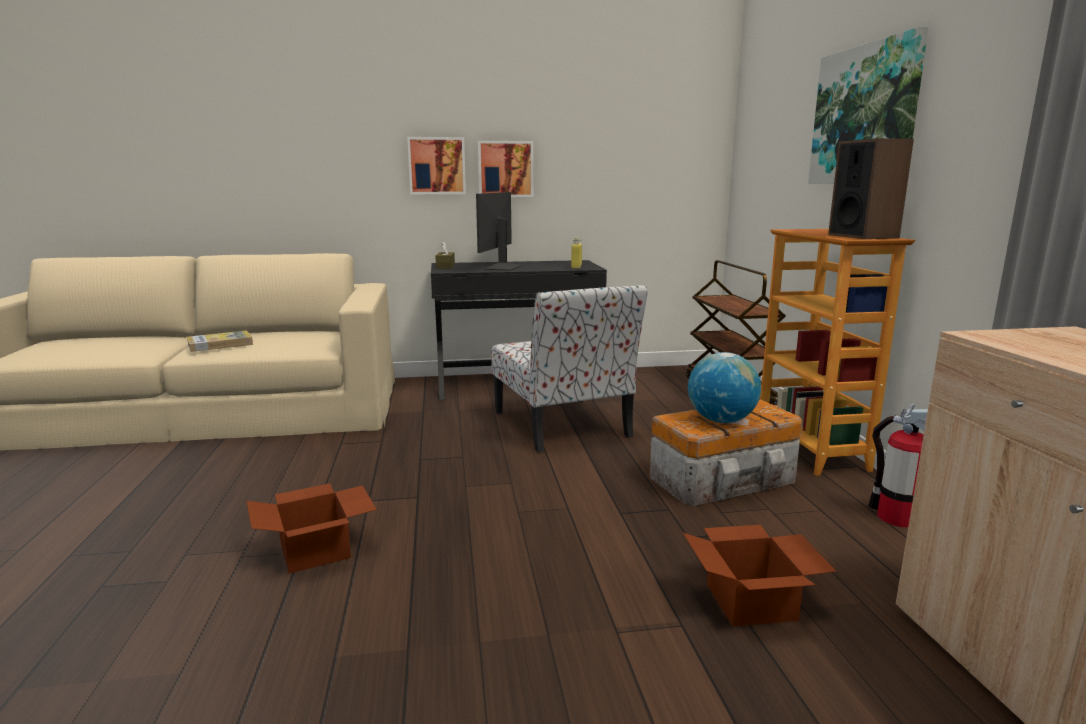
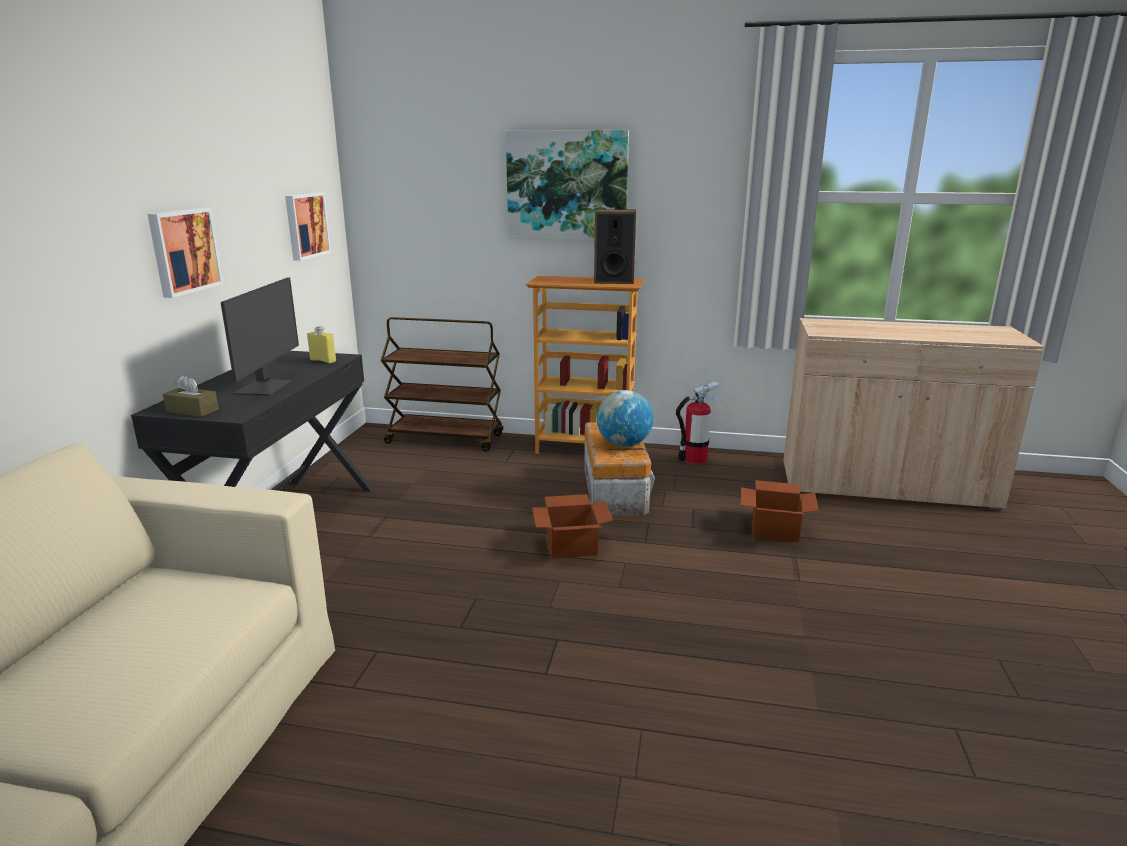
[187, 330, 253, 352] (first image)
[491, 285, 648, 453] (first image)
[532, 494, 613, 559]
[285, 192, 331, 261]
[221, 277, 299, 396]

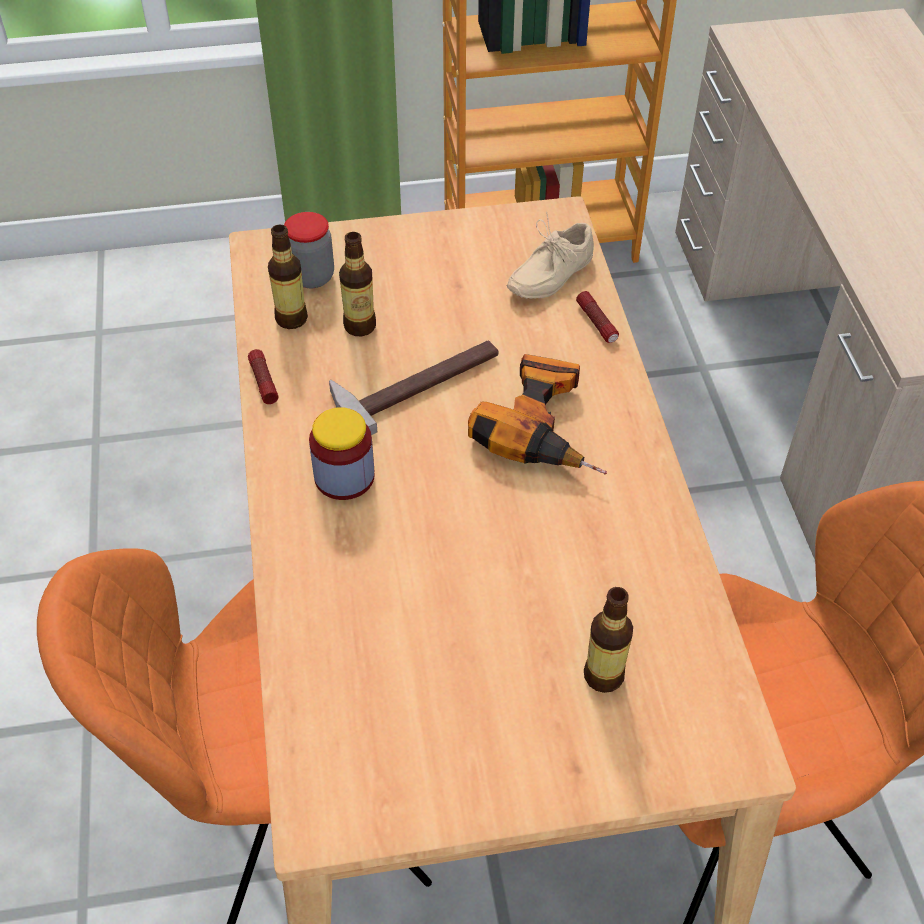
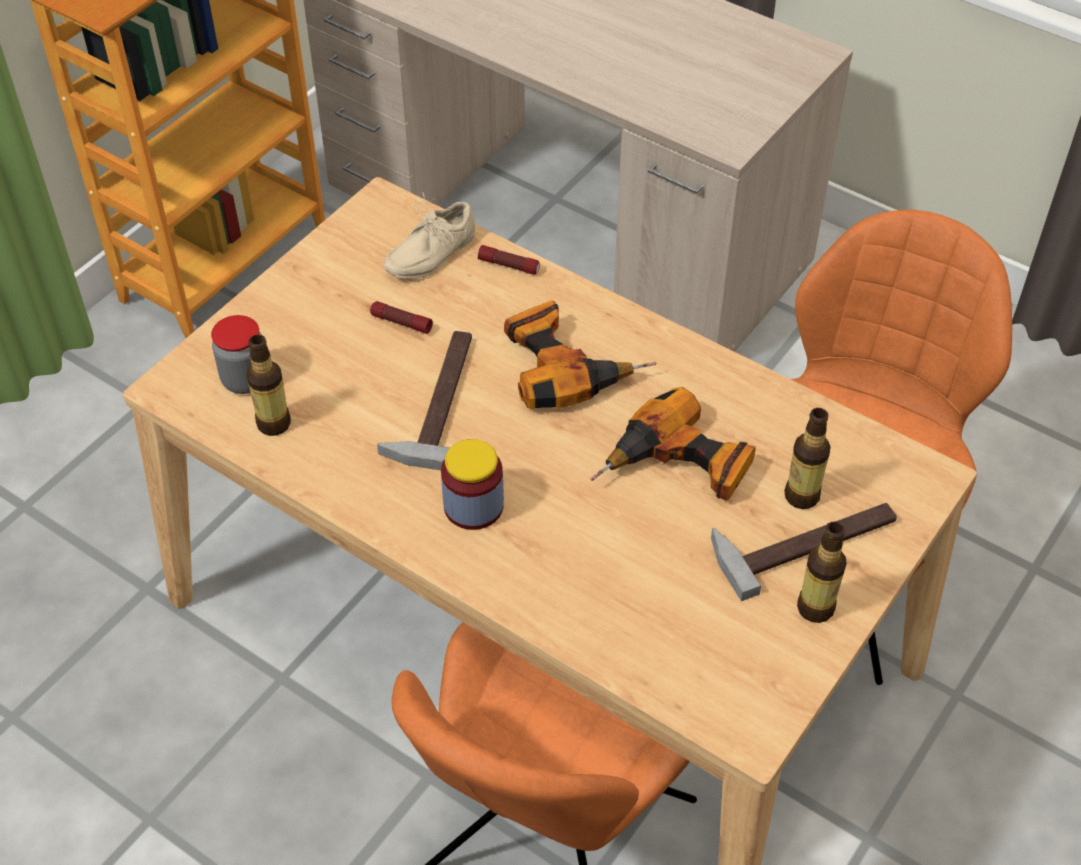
[590, 387, 756, 501]
[711, 503, 897, 601]
[370, 301, 433, 334]
[797, 522, 847, 623]
[383, 192, 475, 279]

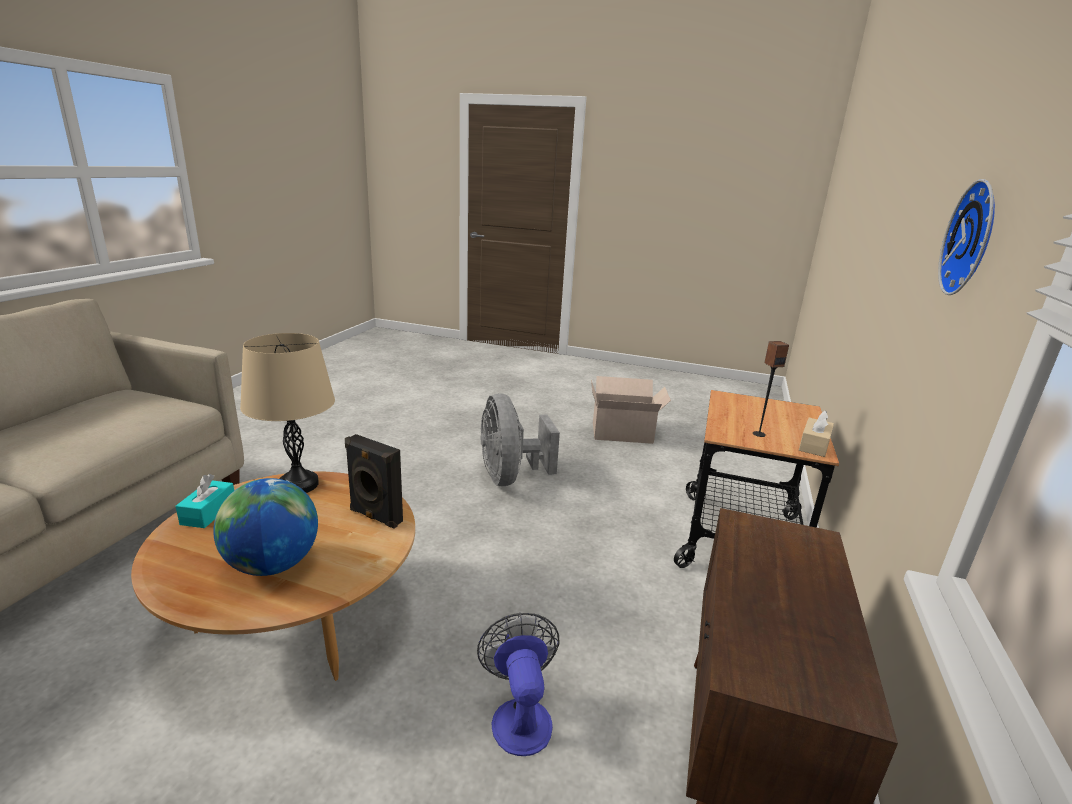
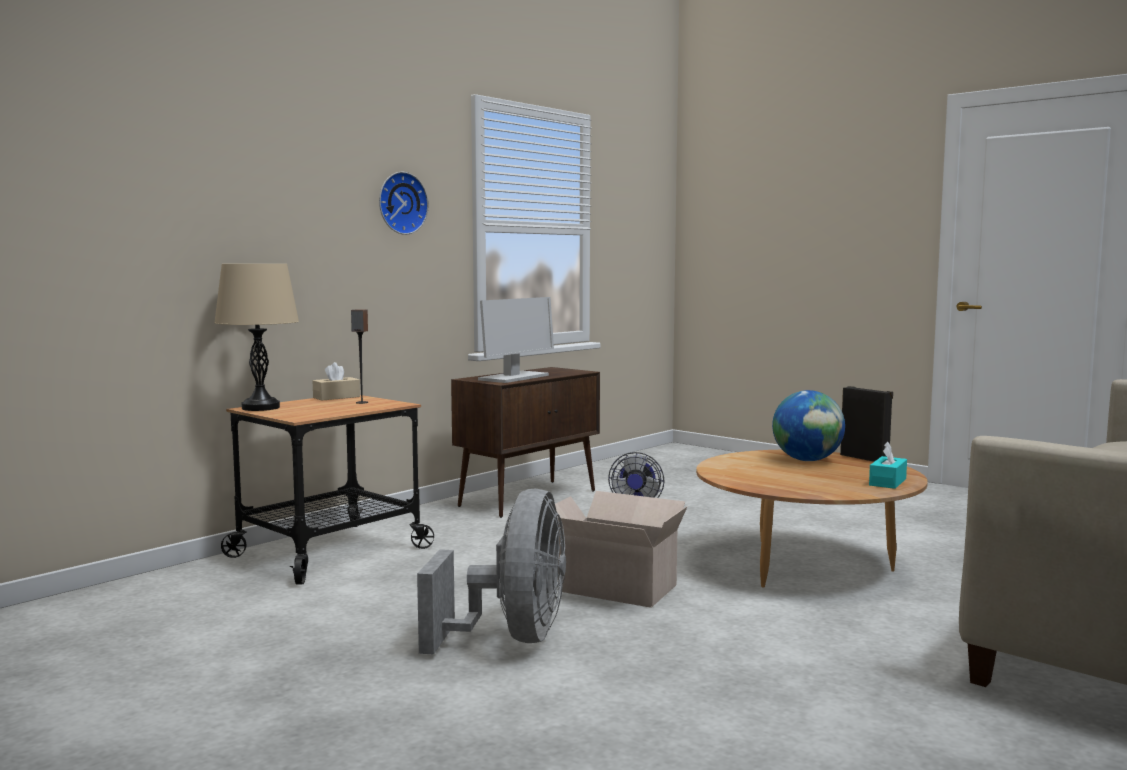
[478, 297, 554, 383]
[214, 264, 299, 411]
[840, 386, 893, 462]
[555, 491, 688, 608]

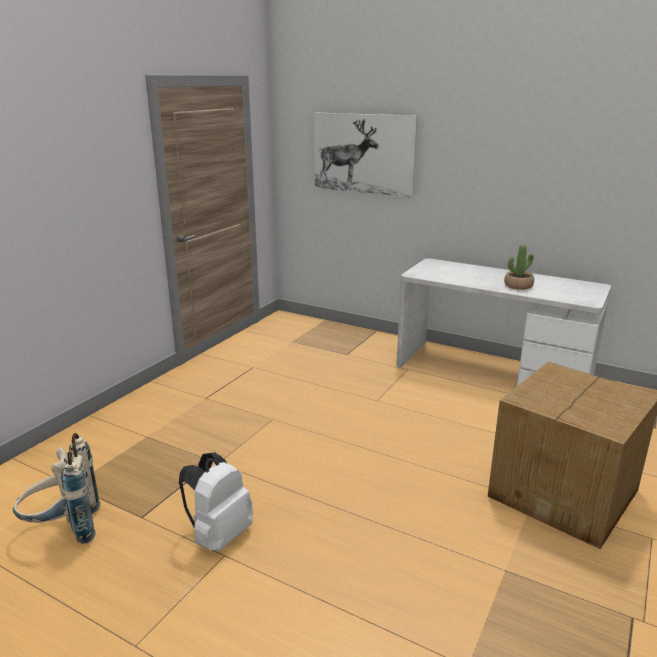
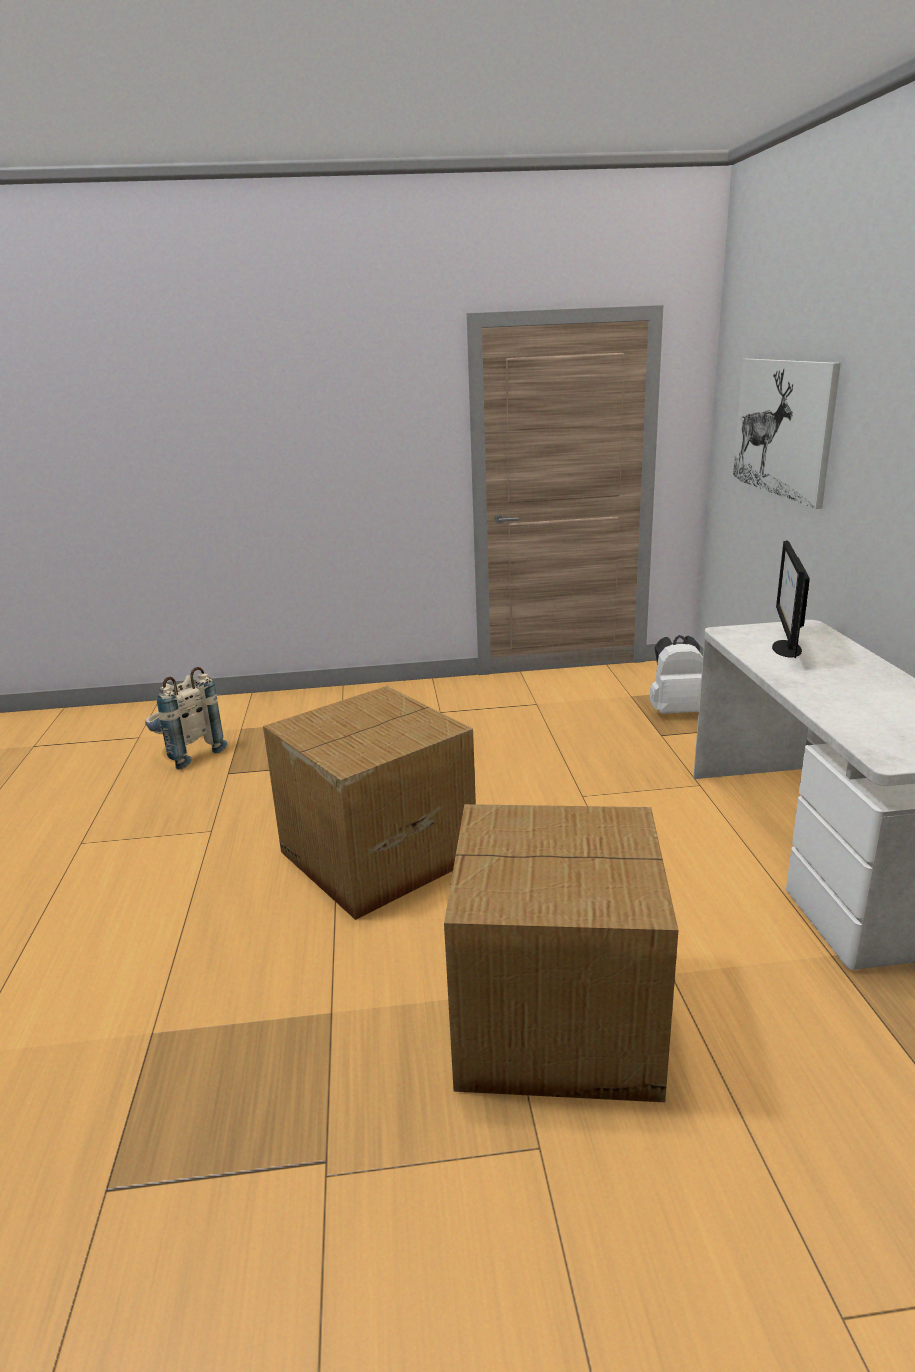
[504, 244, 534, 290] (first image)
[263, 686, 476, 920]
[772, 540, 810, 658]
[649, 635, 703, 714]

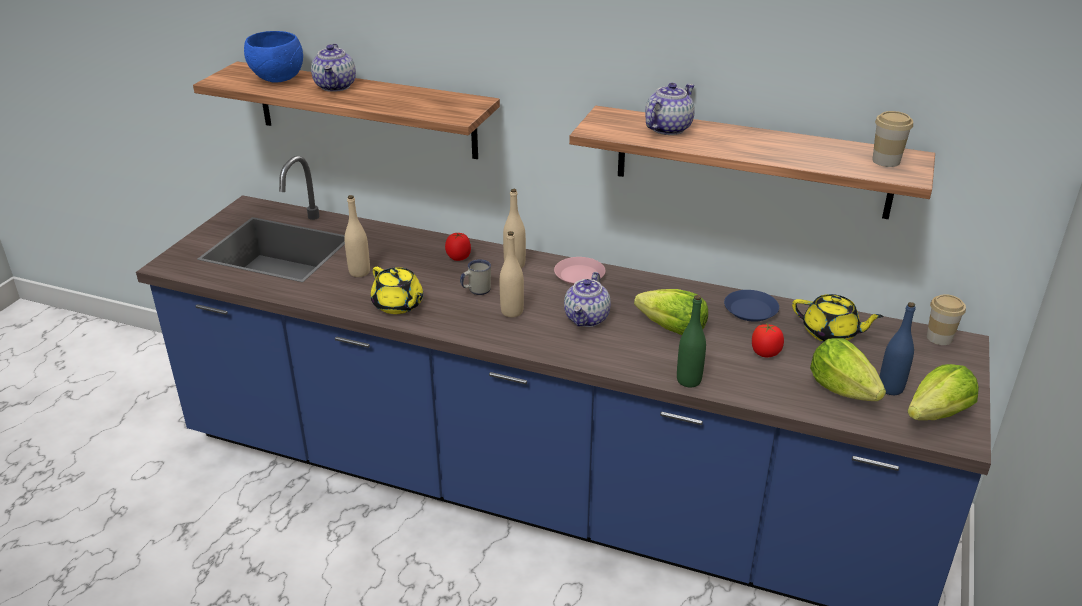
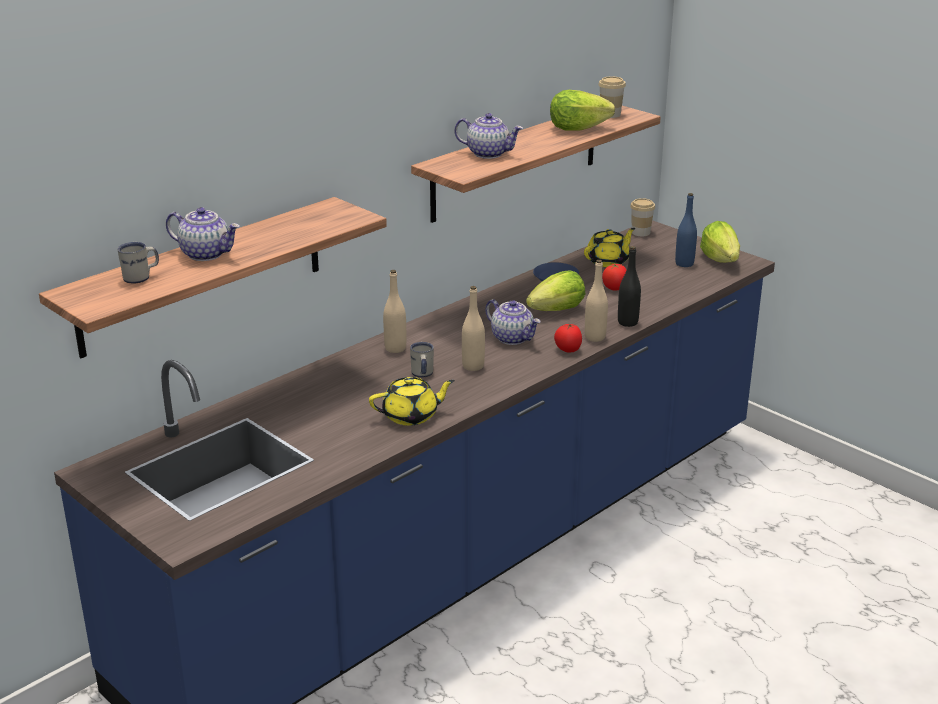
[554, 257, 606, 285] (first image)
[585, 260, 608, 342]
[554, 324, 582, 352]
[550, 90, 615, 131]
[118, 242, 159, 284]
[618, 246, 641, 327]
[454, 113, 523, 159]

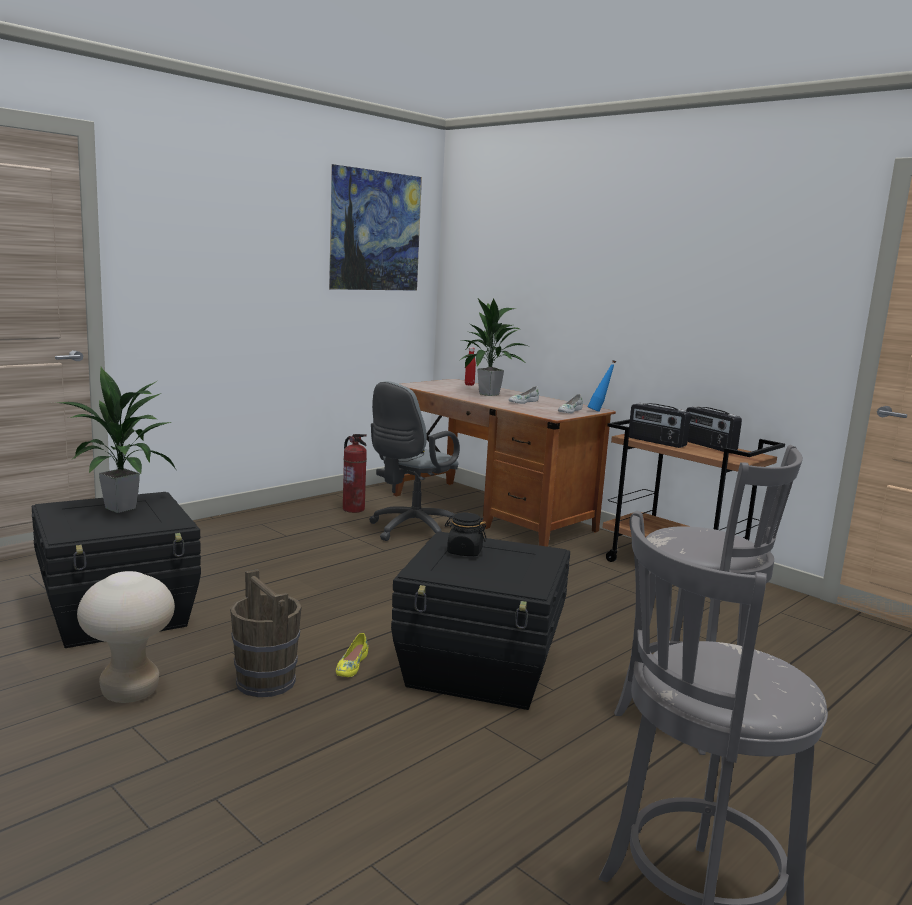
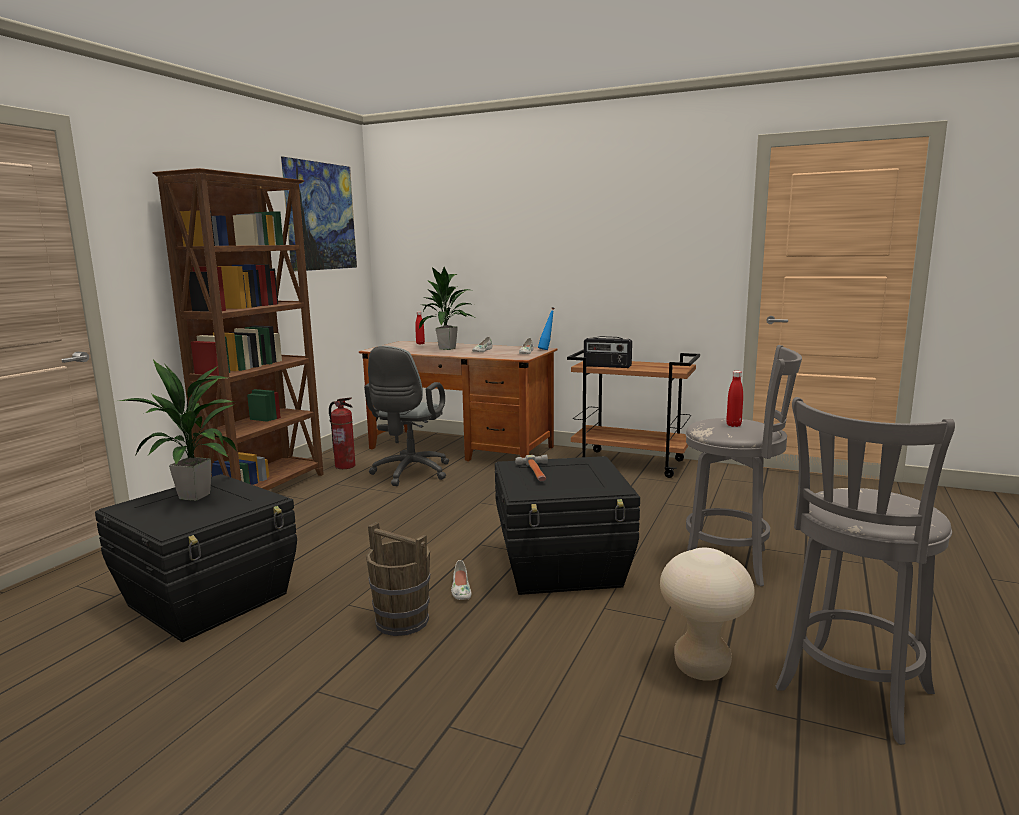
[686, 406, 742, 452] (first image)
[152, 168, 324, 490]
[726, 371, 743, 427]
[660, 548, 755, 681]
[515, 455, 548, 481]
[451, 560, 472, 600]

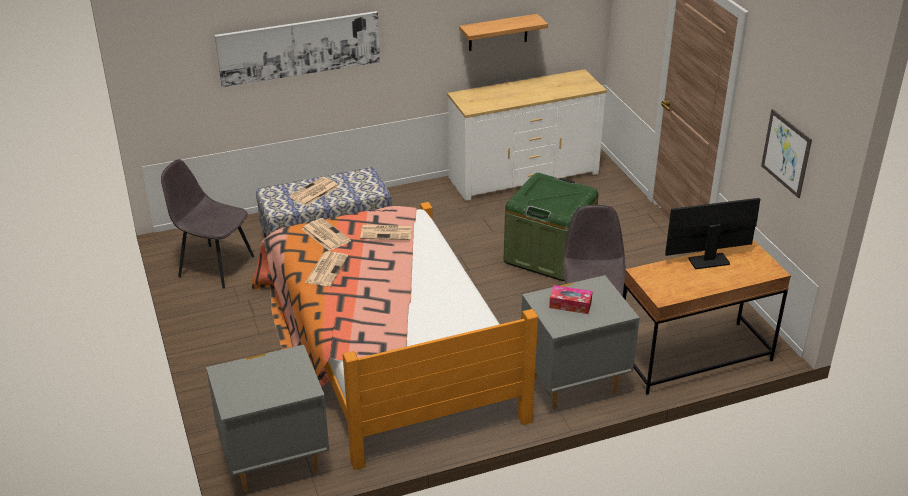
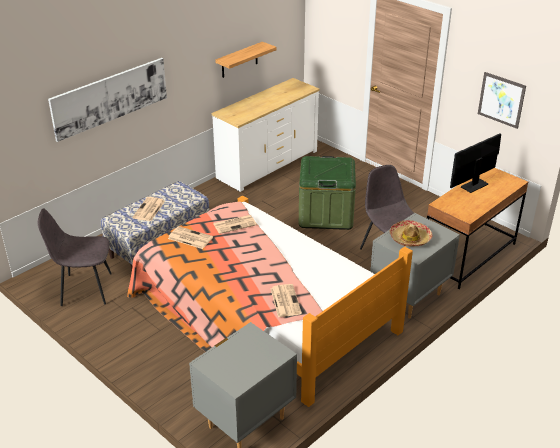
[270, 284, 302, 317]
[389, 220, 432, 247]

